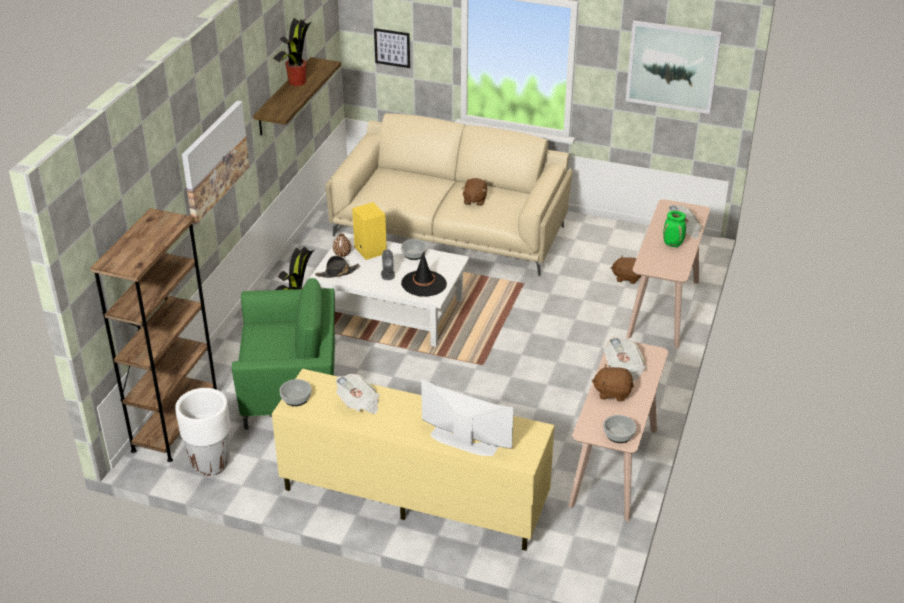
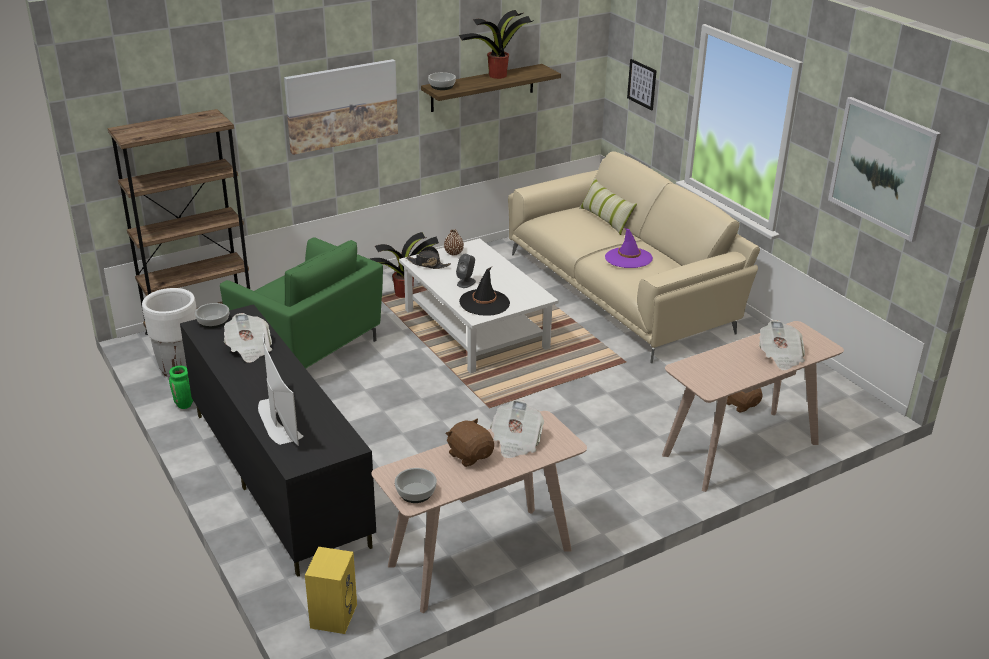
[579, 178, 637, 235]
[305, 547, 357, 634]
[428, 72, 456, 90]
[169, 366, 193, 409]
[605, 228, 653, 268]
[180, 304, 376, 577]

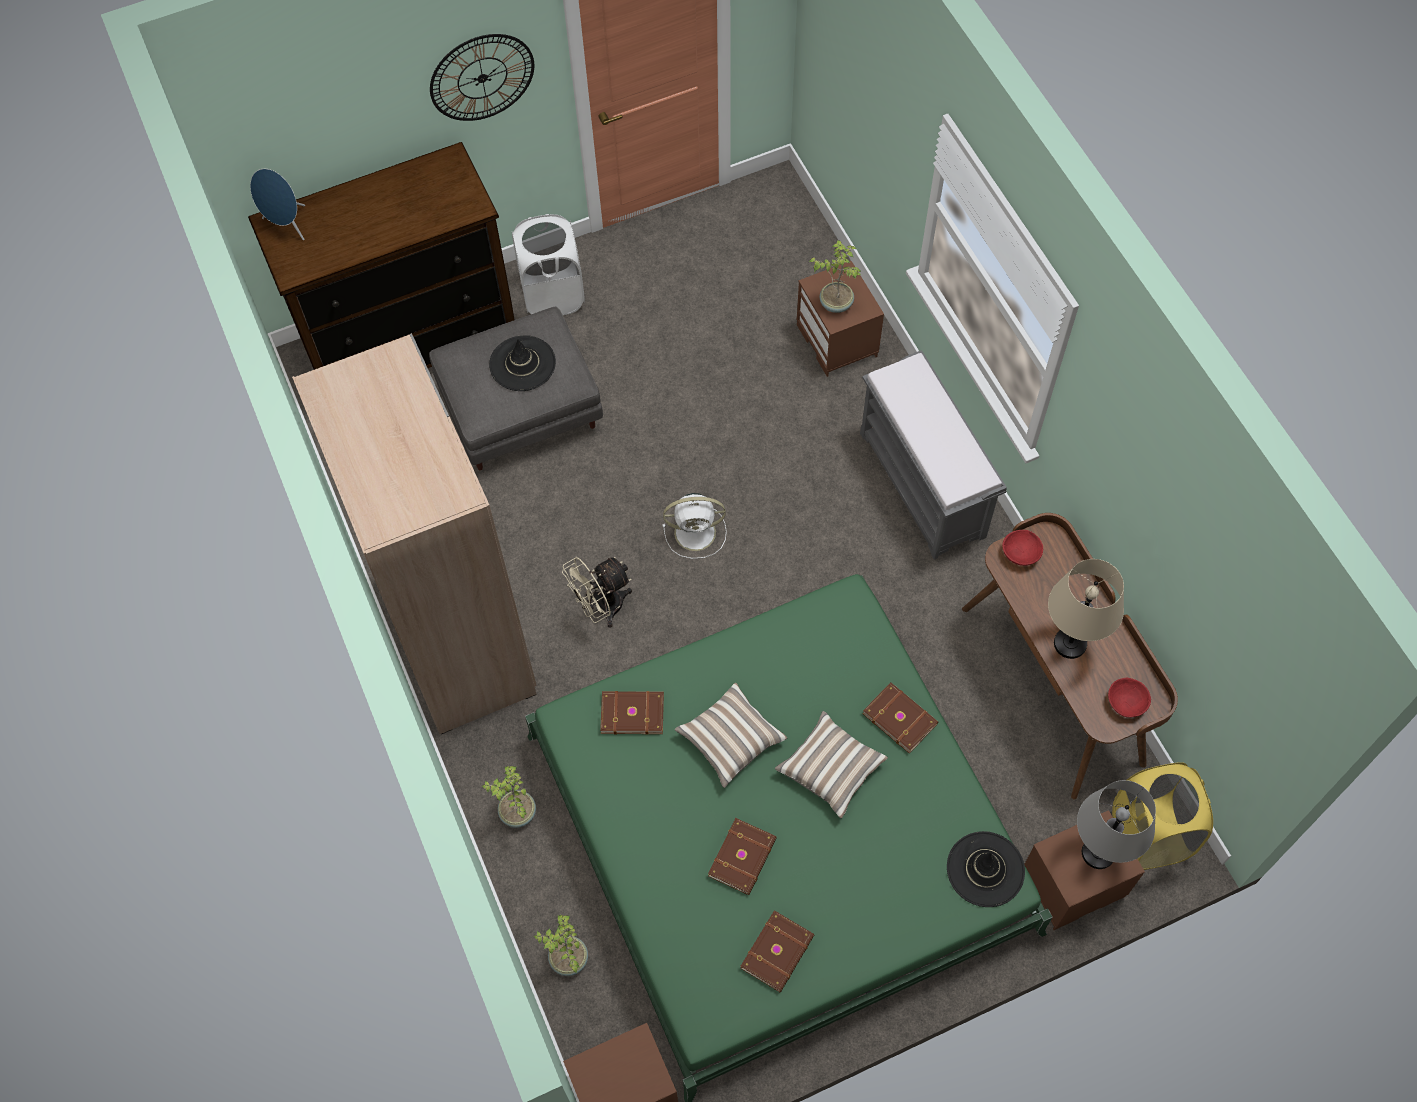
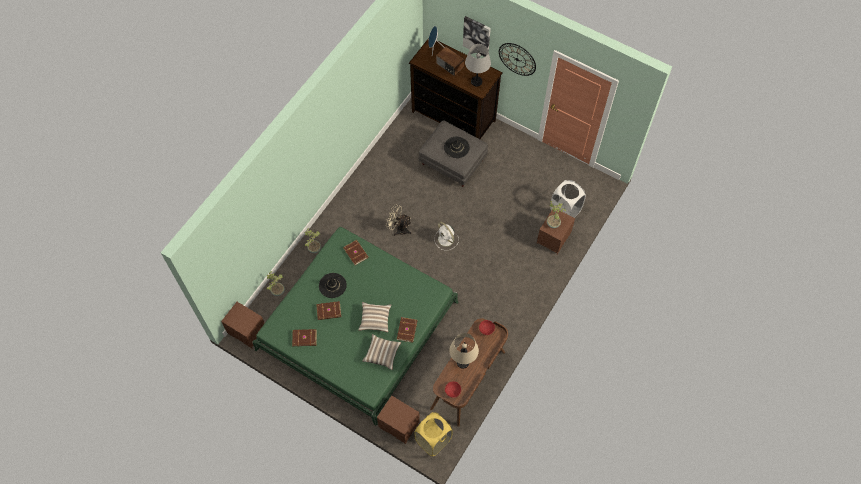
[292, 333, 537, 734] (first image)
[860, 350, 1007, 560] (first image)
[436, 47, 464, 76]
[463, 16, 491, 57]
[550, 180, 586, 218]
[362, 334, 401, 370]
[319, 273, 347, 298]
[465, 44, 491, 86]

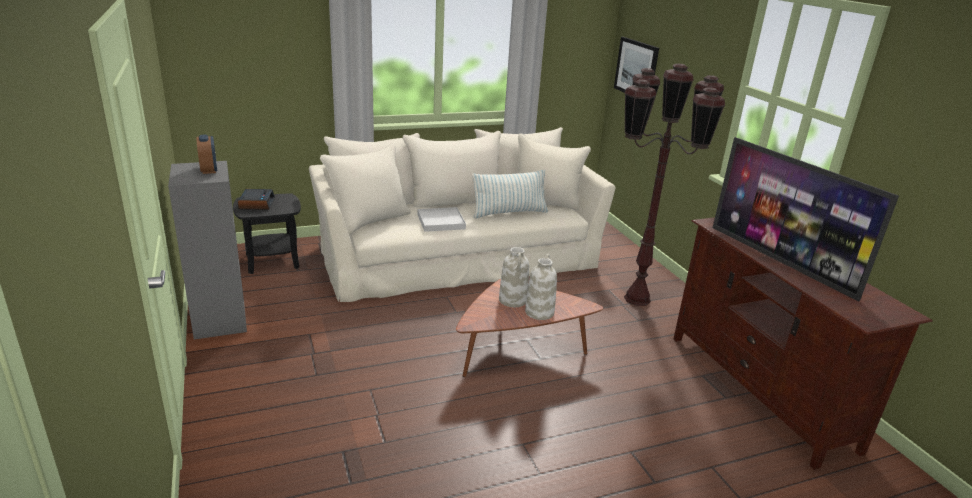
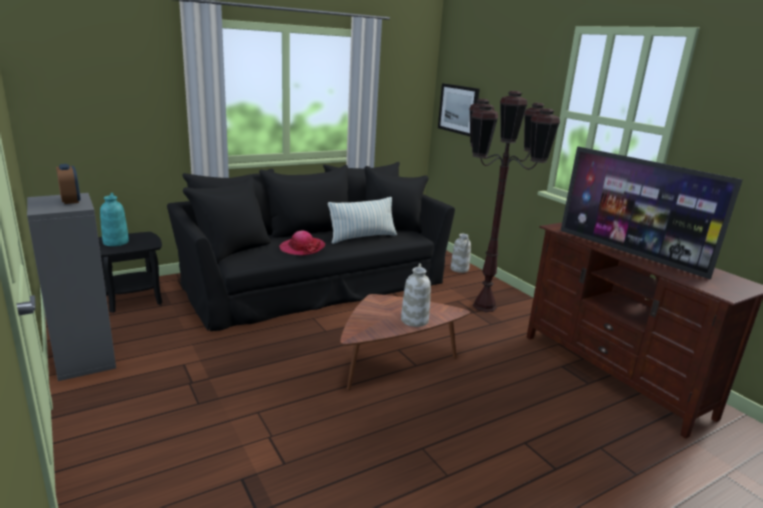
[451, 234, 471, 273]
[100, 193, 129, 246]
[279, 231, 325, 255]
[167, 162, 455, 331]

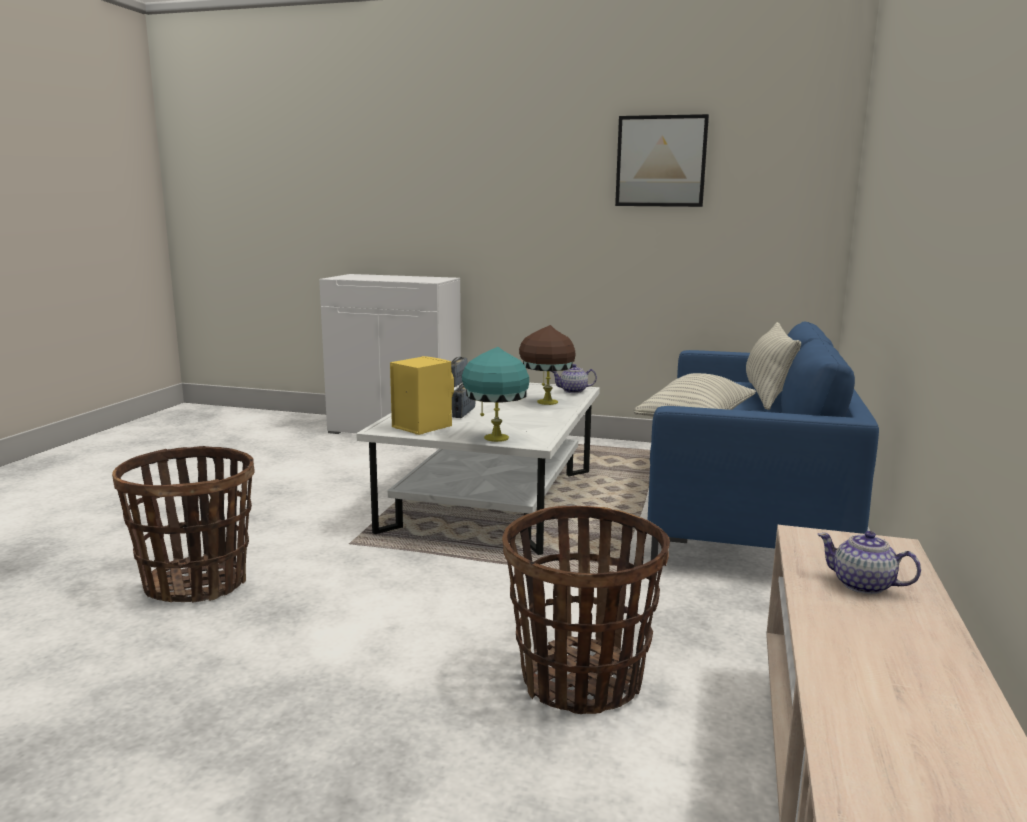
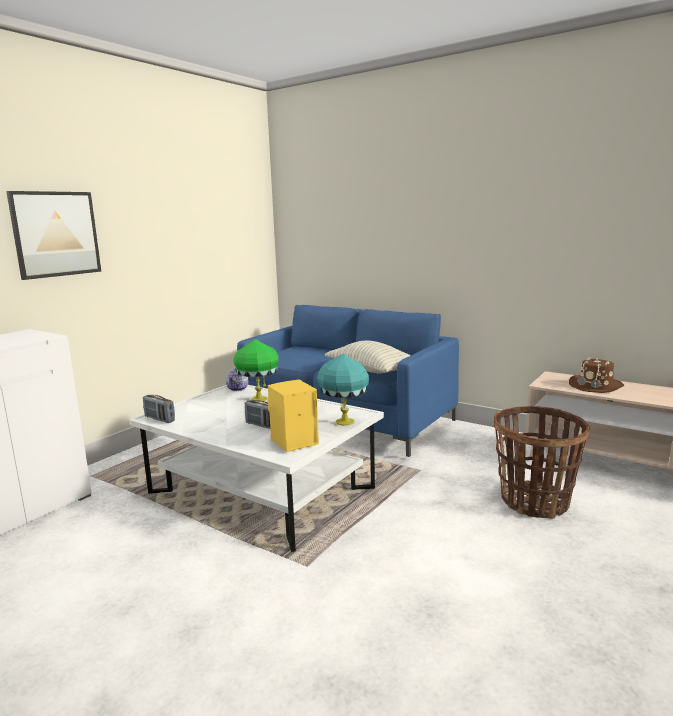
[112, 446, 255, 603] (first image)
[746, 322, 801, 410] (first image)
[6, 191, 101, 280]
[569, 357, 624, 393]
[233, 339, 279, 402]

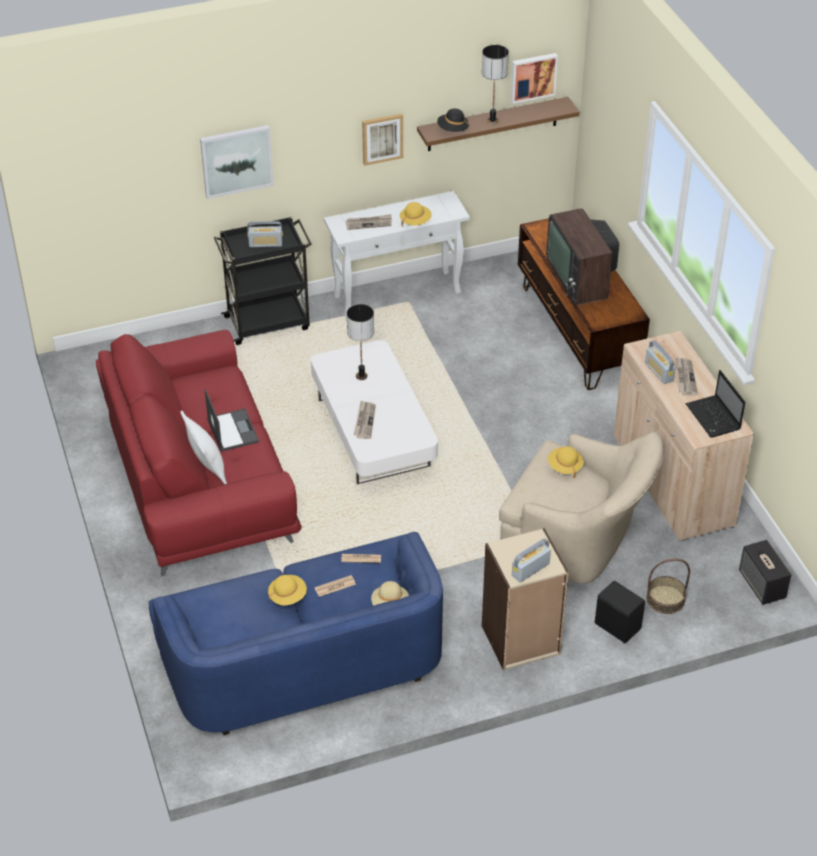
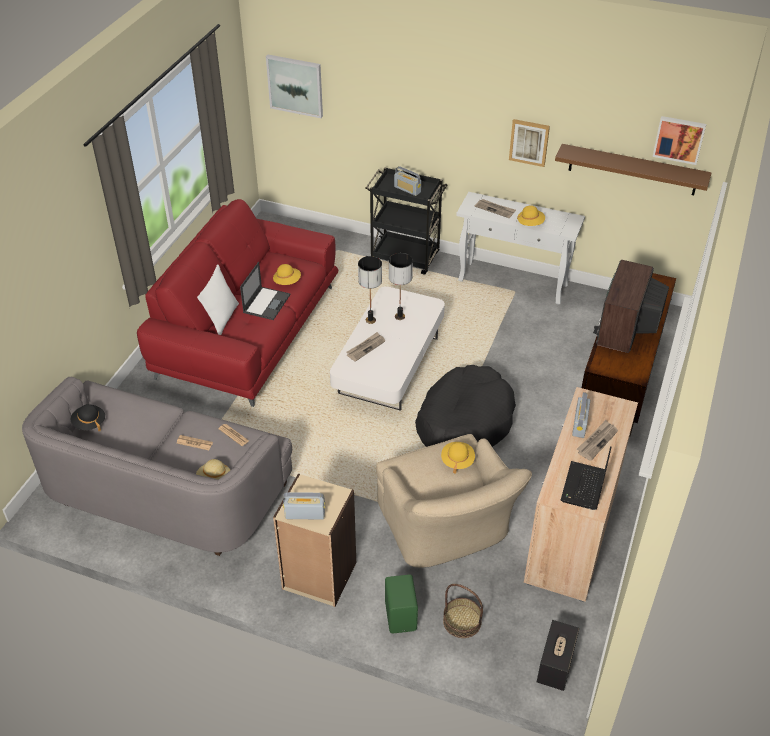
[415, 365, 516, 447]
[266, 55, 323, 118]
[273, 264, 301, 285]
[71, 404, 105, 431]
[358, 256, 382, 324]
[22, 377, 292, 556]
[385, 575, 418, 633]

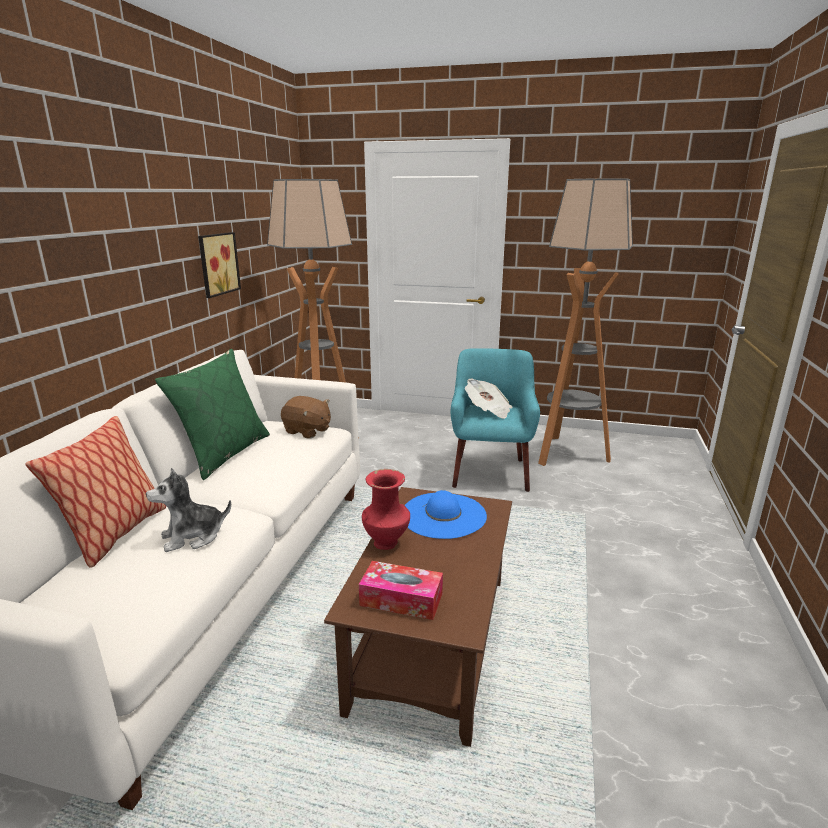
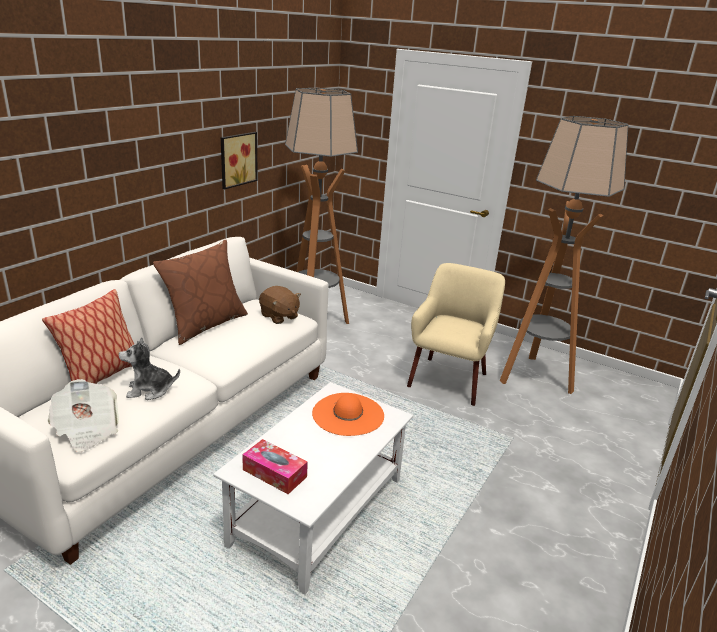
[362, 469, 410, 550] (first image)
[48, 379, 119, 452]
[153, 240, 248, 345]
[213, 382, 413, 595]
[312, 393, 384, 436]
[407, 263, 505, 406]

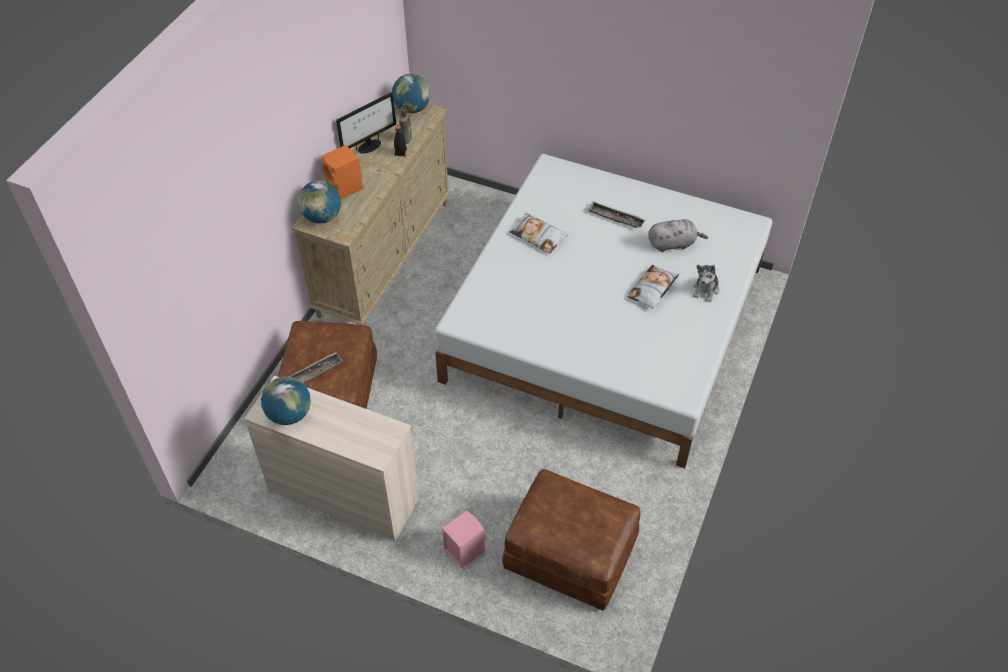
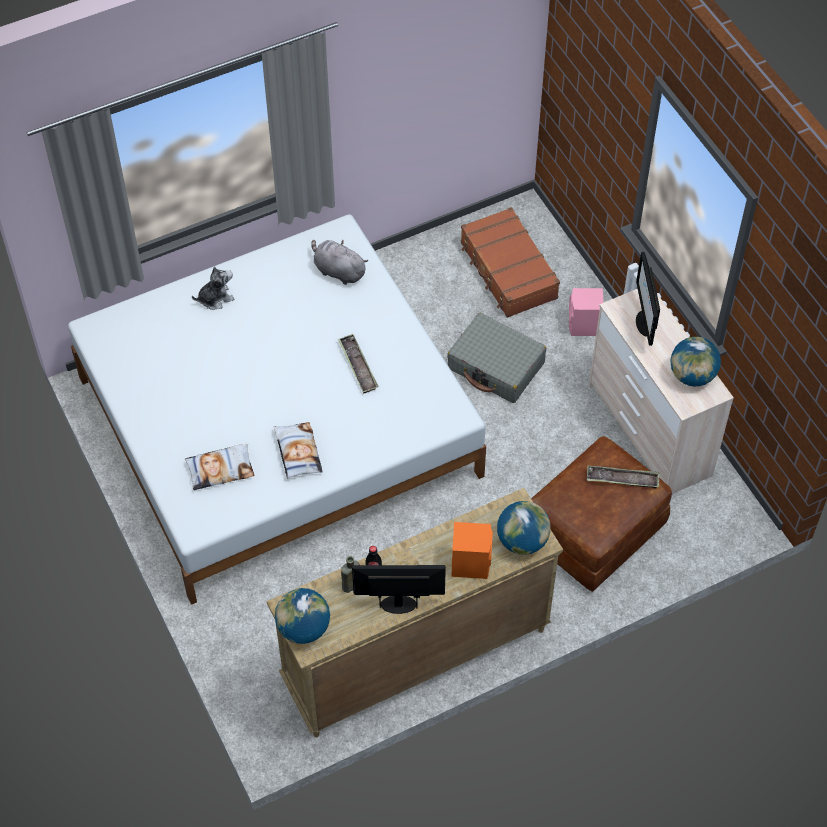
[447, 313, 546, 403]
[636, 252, 660, 346]
[338, 334, 379, 394]
[185, 444, 254, 490]
[311, 240, 369, 285]
[461, 207, 560, 318]

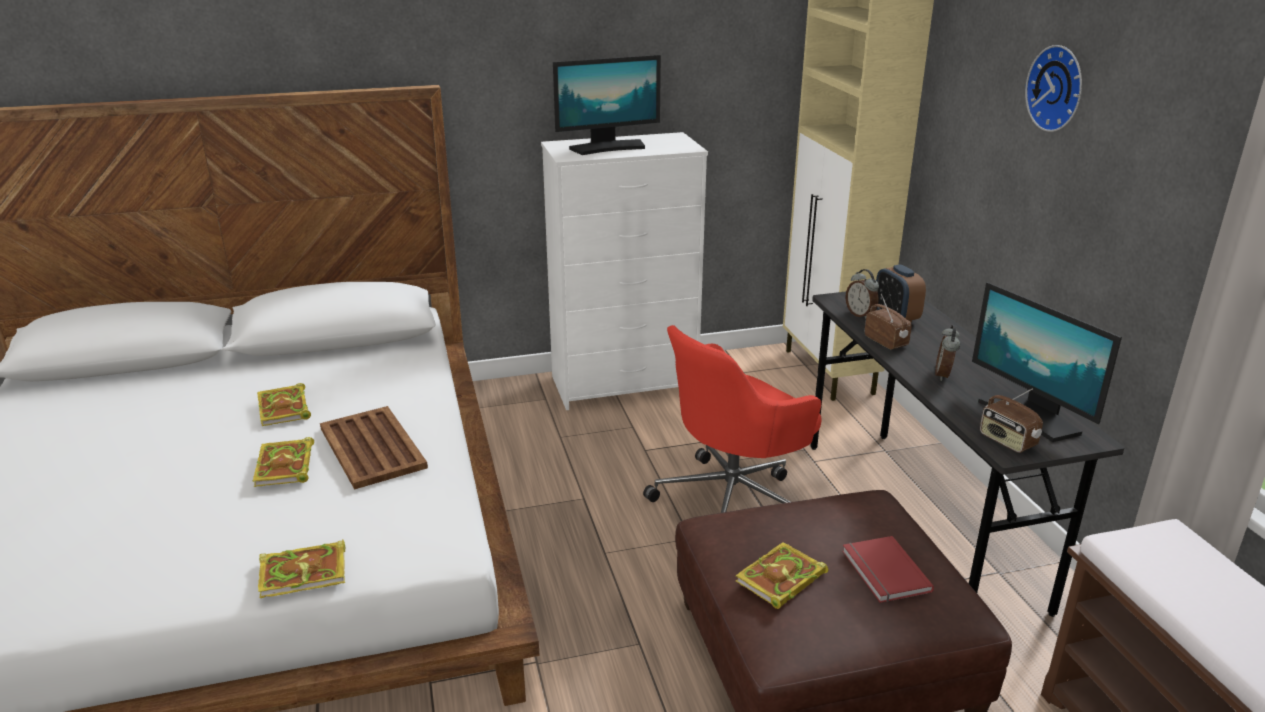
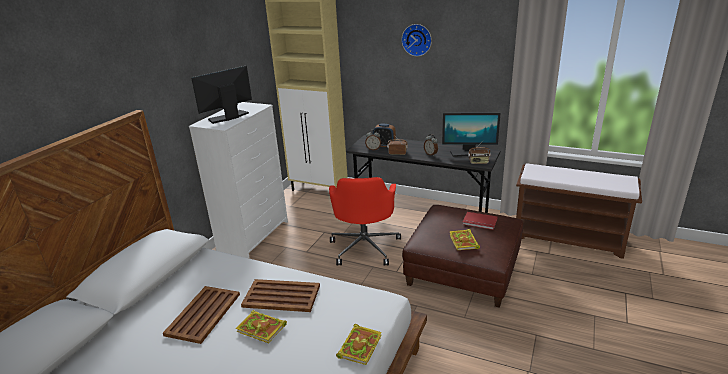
[163, 286, 240, 344]
[191, 65, 252, 124]

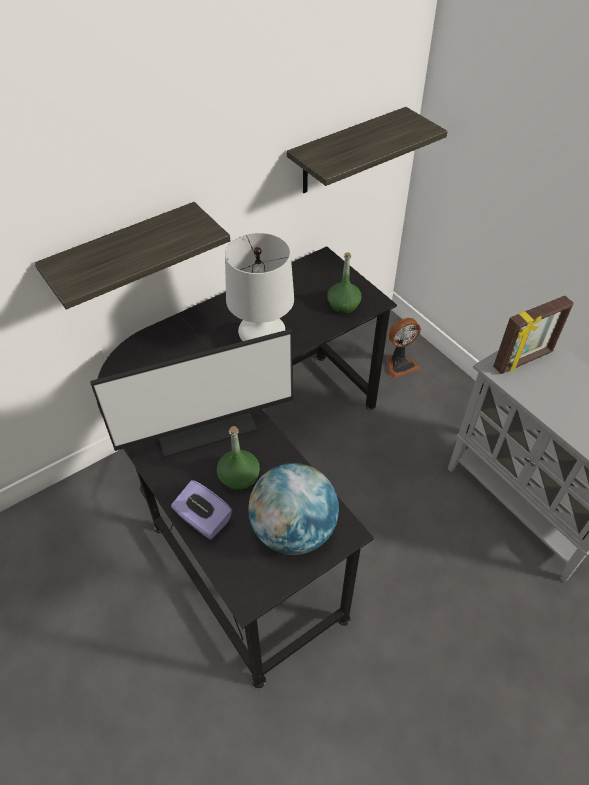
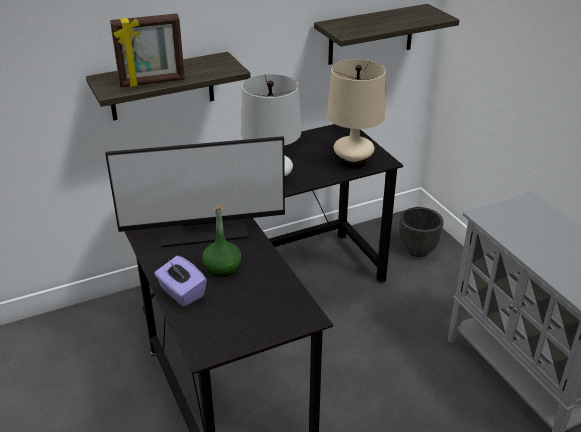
[249, 463, 339, 555] (first image)
[110, 13, 185, 87]
[327, 59, 386, 169]
[399, 207, 444, 257]

